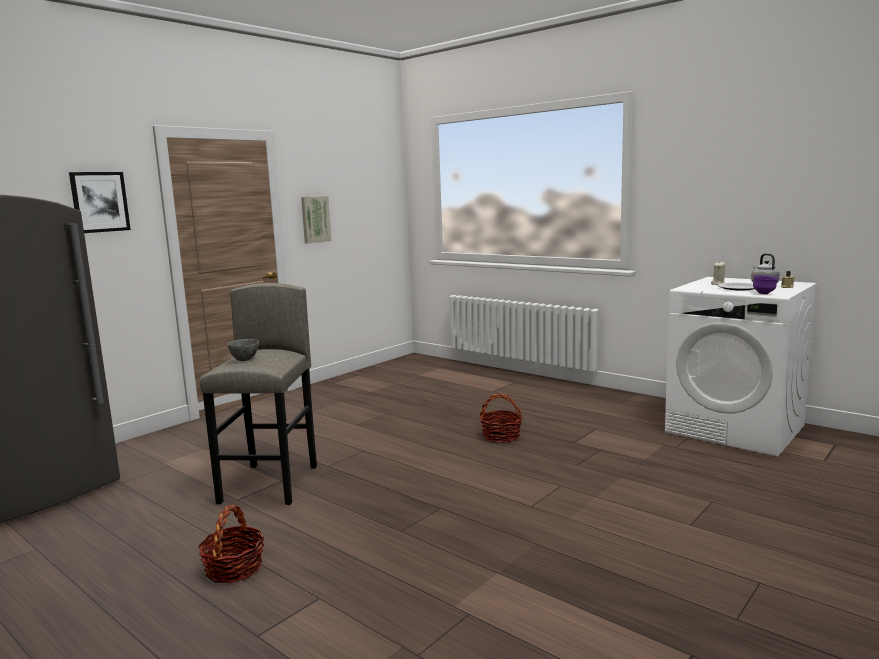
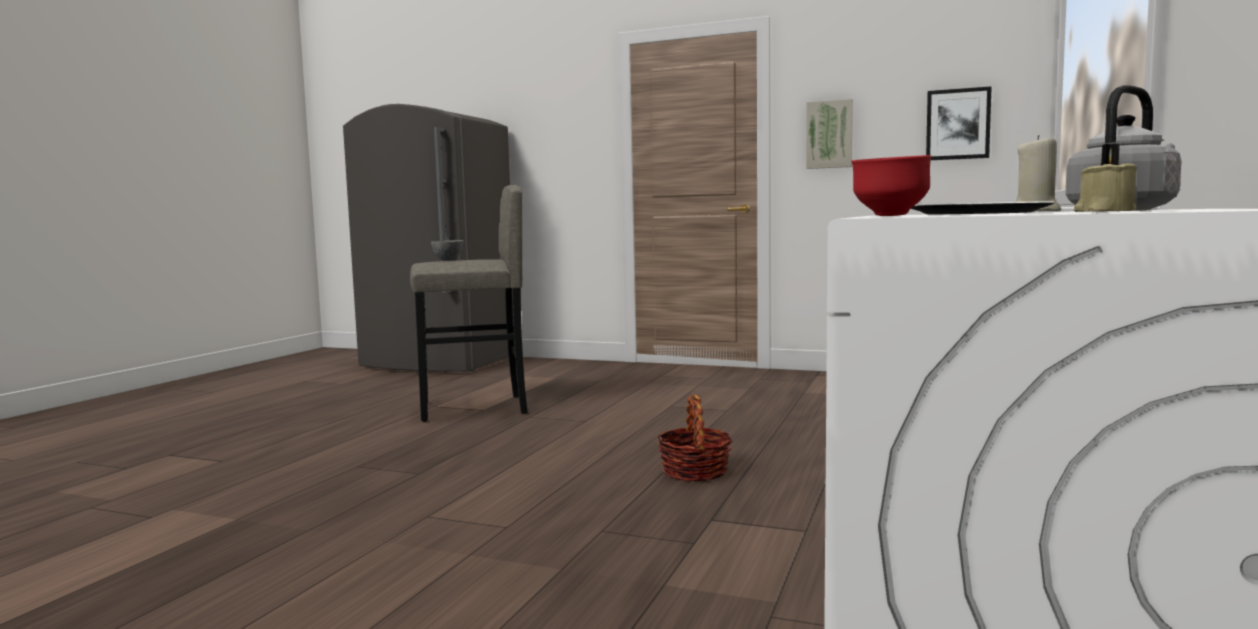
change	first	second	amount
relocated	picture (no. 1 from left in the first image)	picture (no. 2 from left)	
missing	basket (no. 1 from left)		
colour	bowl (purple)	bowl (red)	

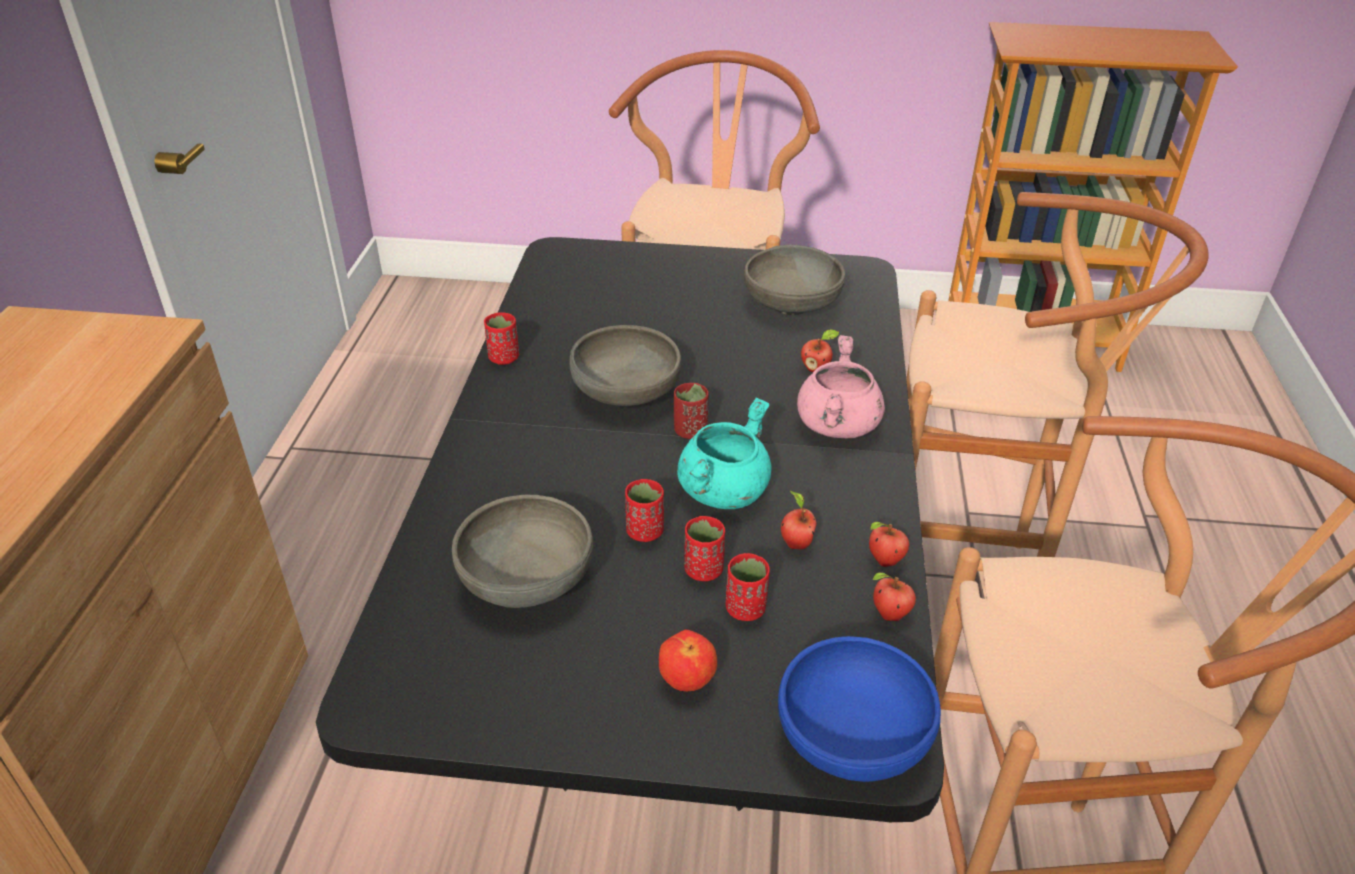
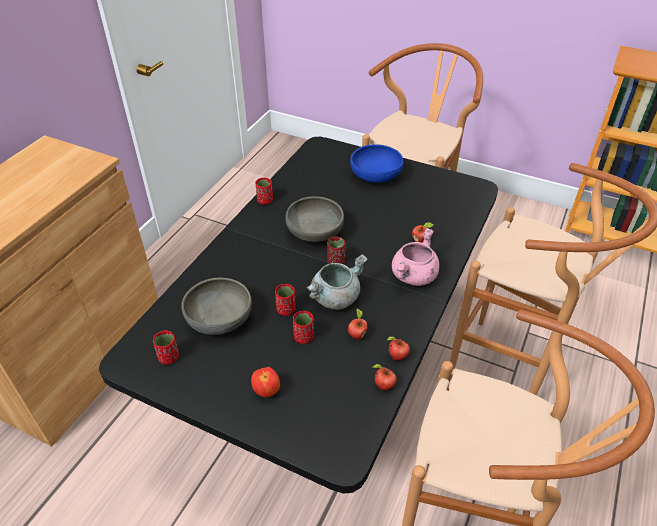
change	first	second	amount
colour	cooking pot (turquoise)	cooking pot (grey)	
relocated	cup (red) (no. 5 from left in the first image)	cup (red) (no. 1 from left)	
missing	bowl (grey) (no. 3 from left)		
relocated	bowl (blue)		

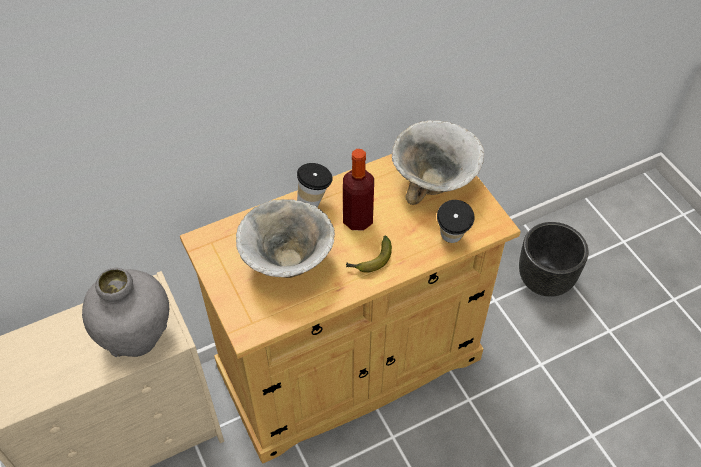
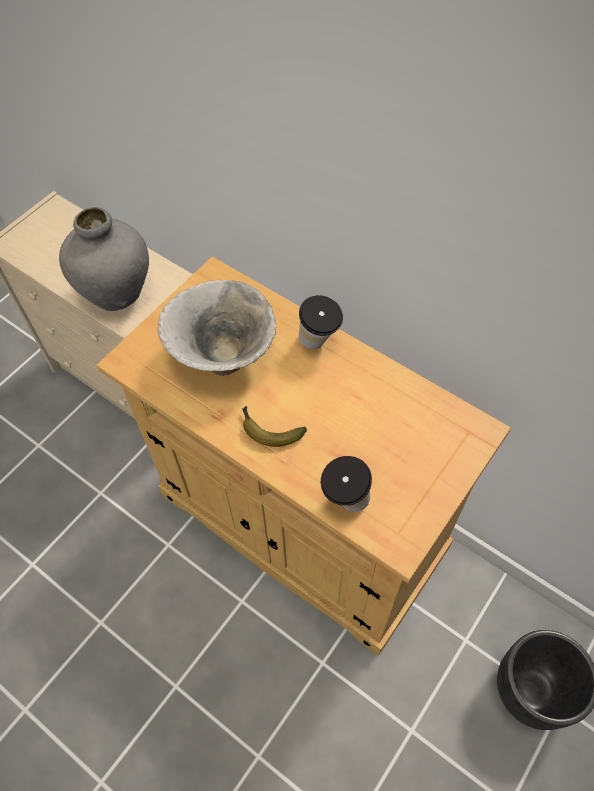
change	first	second	amount
missing	bottle		
missing	bowl (no. 2 from left)		

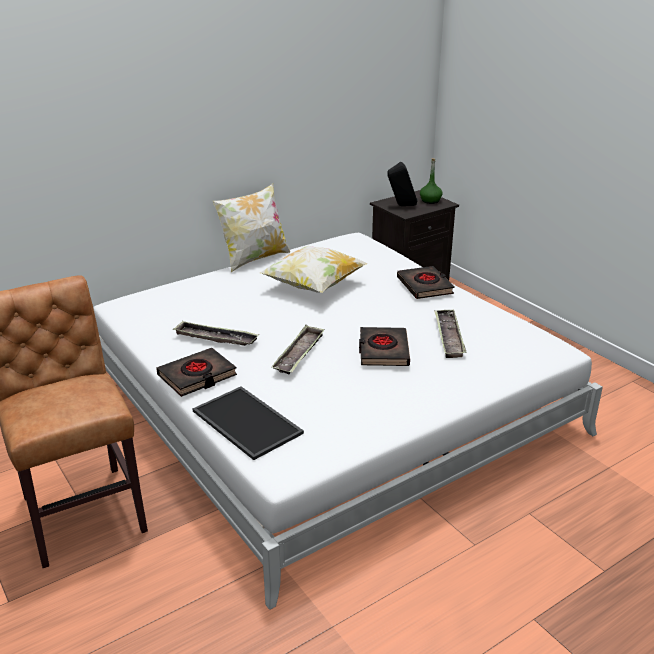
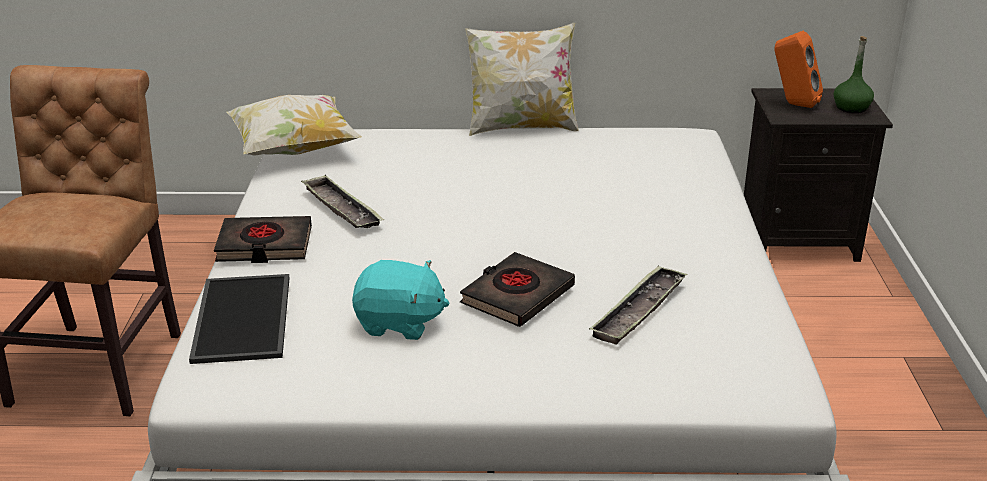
change	first	second	amount
relocated	pillow (no. 2 from left in the first image)	pillow (no. 1 from left)	
missing	tray (no. 3 from left)		
colour	speaker (black)	speaker (orange)	
missing	book (black) (no. 3 from left)		
appeared		plush toy (turquoise)	

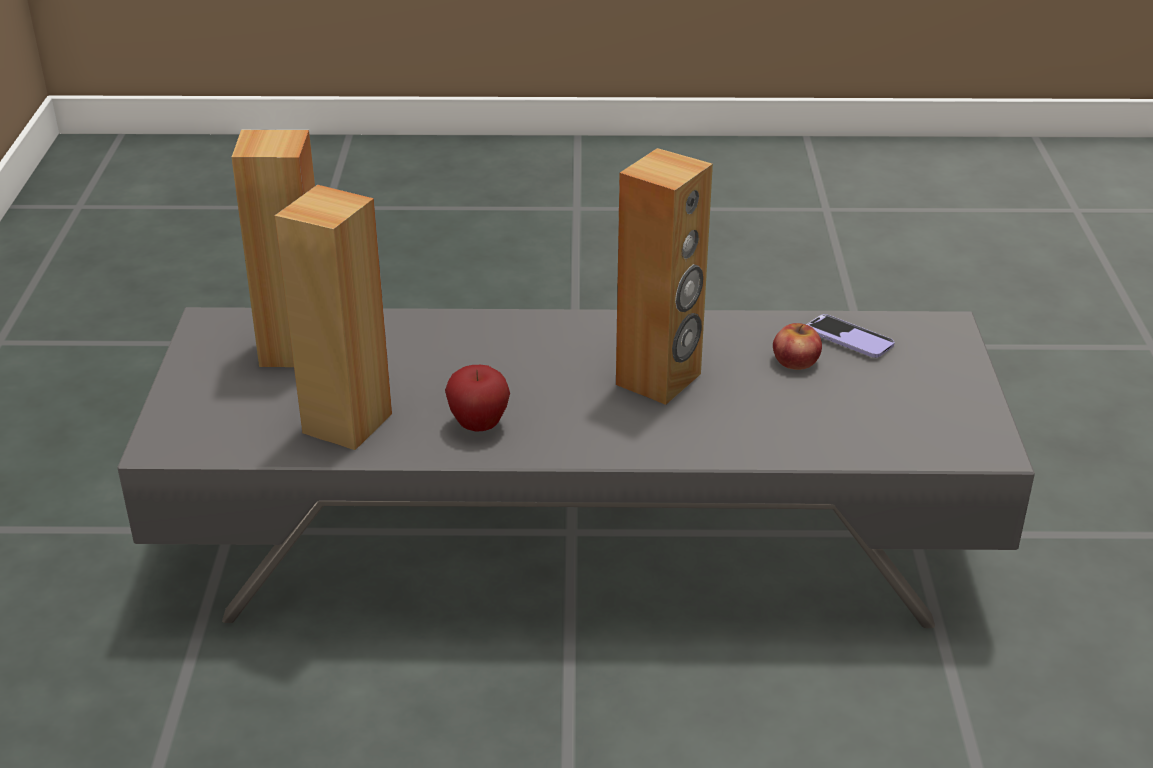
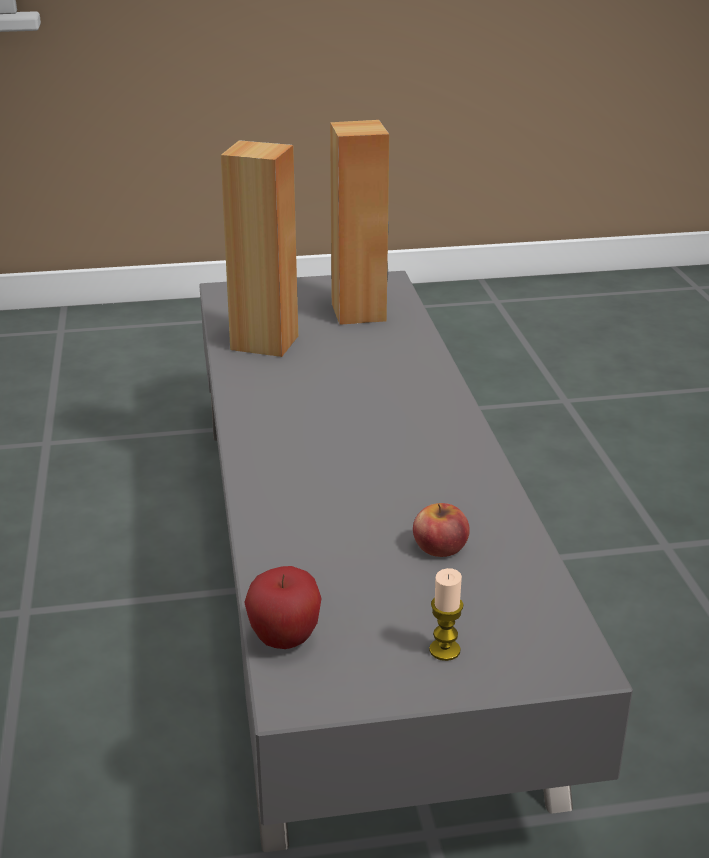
change	first	second	amount
relocated	apple (no. 1 from left)		
missing	speaker (brown) (no. 3 from left)		
missing	phone		
appeared		candle	

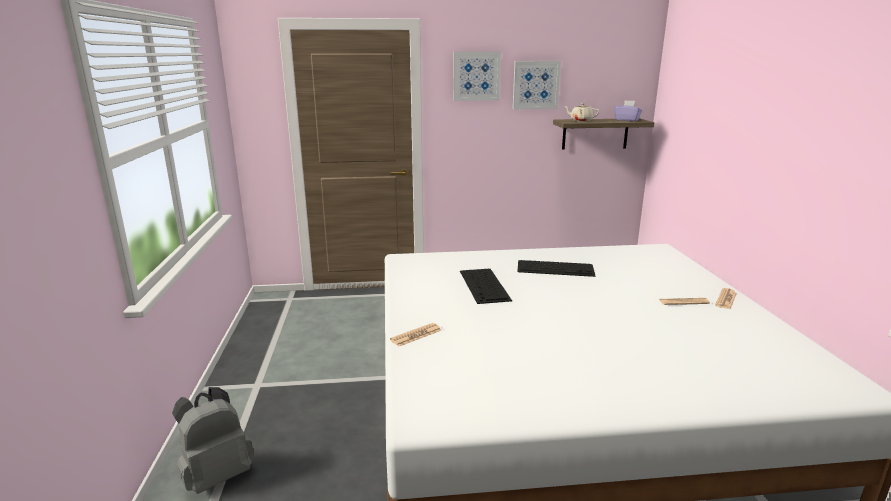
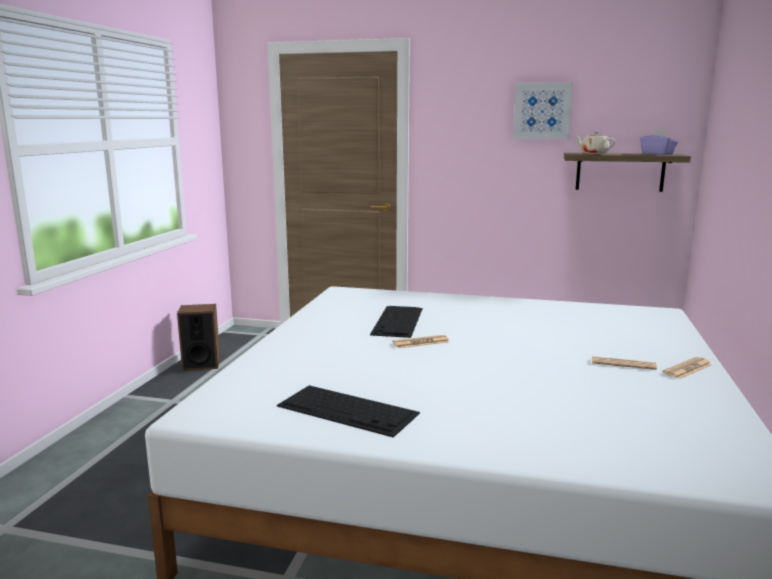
change	first	second	amount
missing	backpack (grey)		
relocated	newspaper (no. 1 from left)		
missing	picture (no. 1 from left)		
relocated	keyboard (no. 2 from left in the first image)	keyboard (no. 1 from left)	
appeared		speaker	

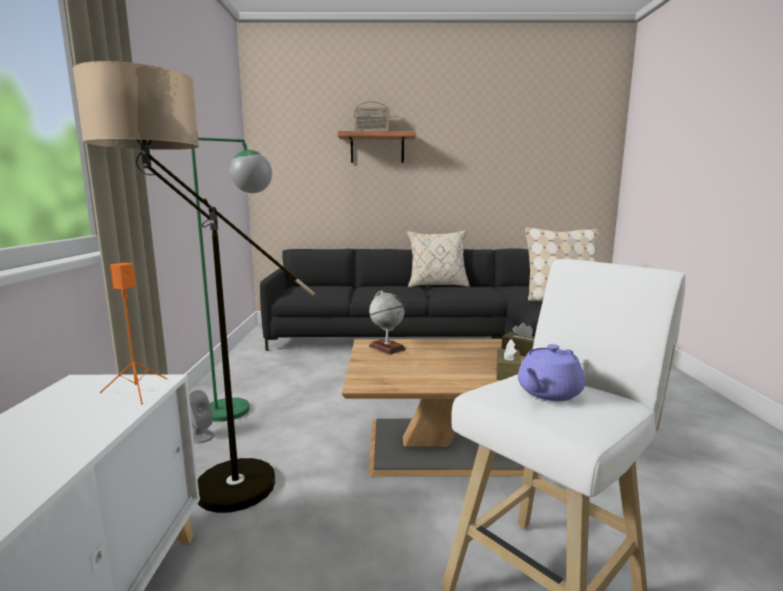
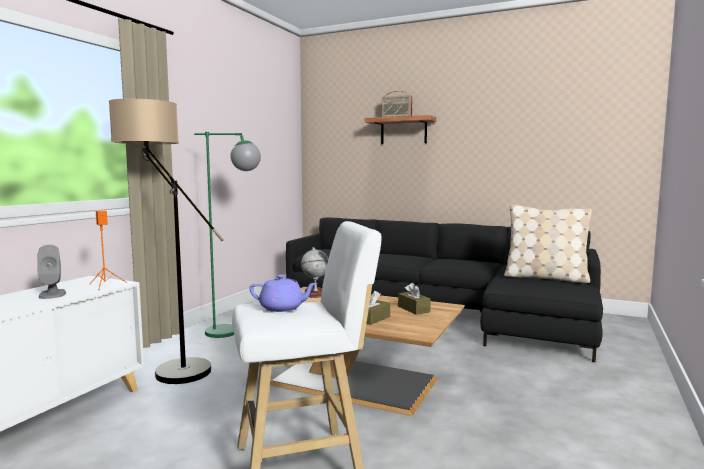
change	first	second	amount
relocated	speaker (grey)		
missing	pillow (beige) (no. 1 from left)		
spun	teapot (purple)		150 degrees counterclockwise

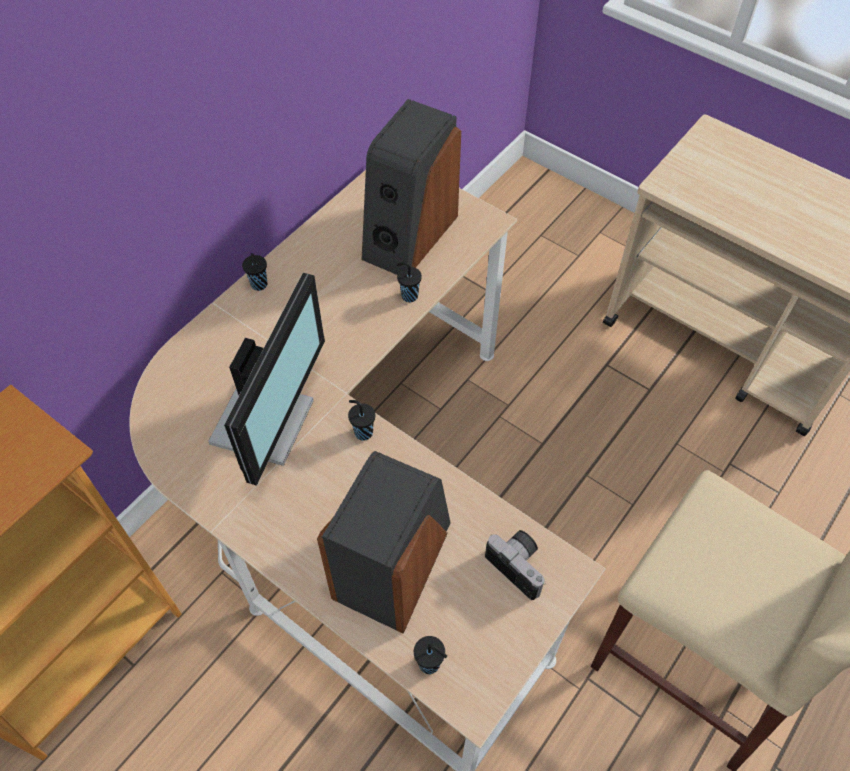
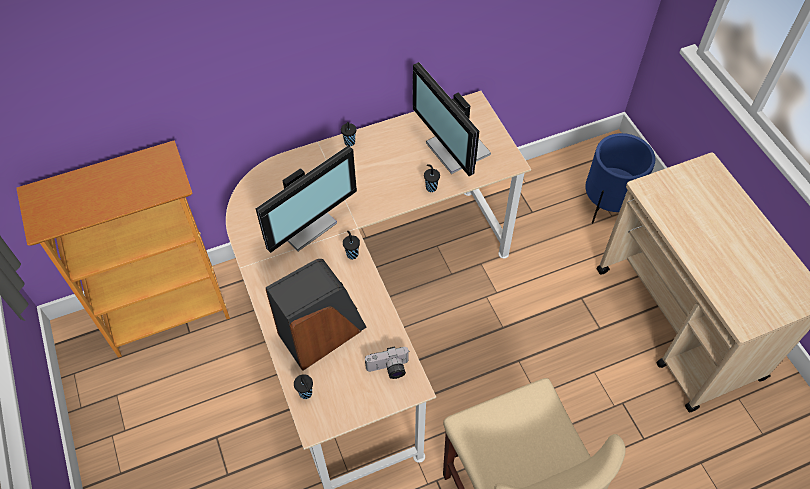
change	first	second	amount
exchanged	speaker (no. 2 from left)	monitor (no. 2 from left)	
spun	photo camera		90 degrees clockwise
appeared		planter (blue)	

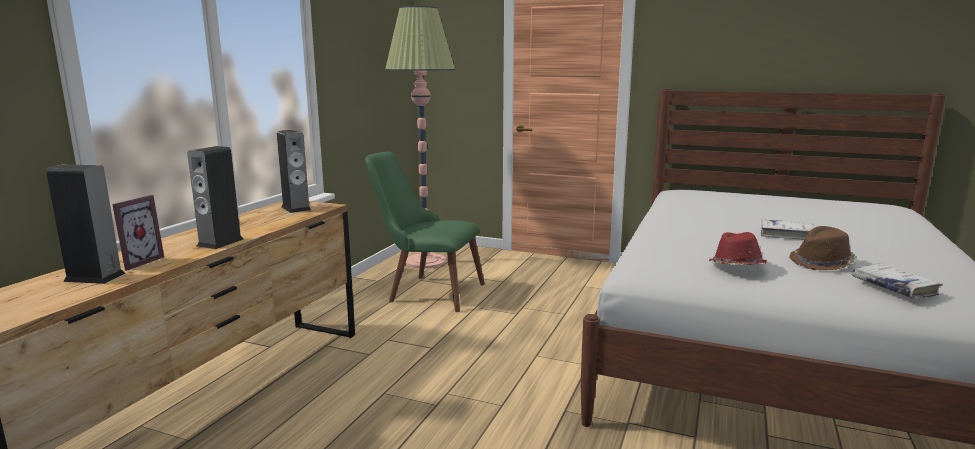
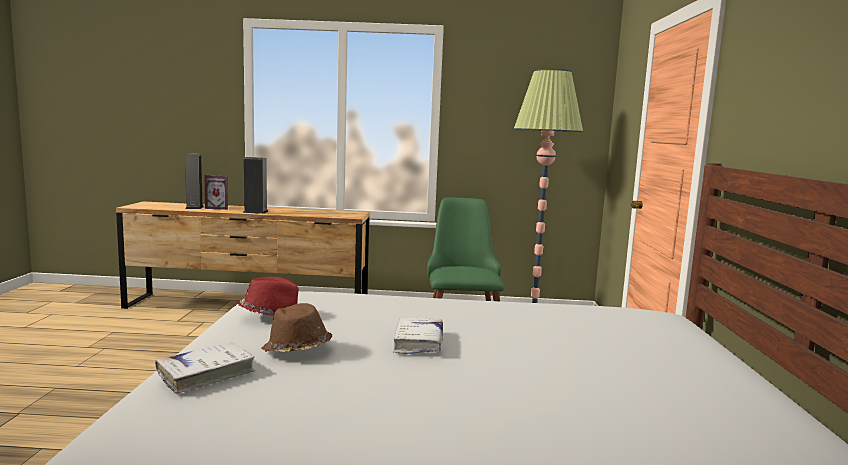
change	first	second	amount
missing	speaker (no. 3 from left)		

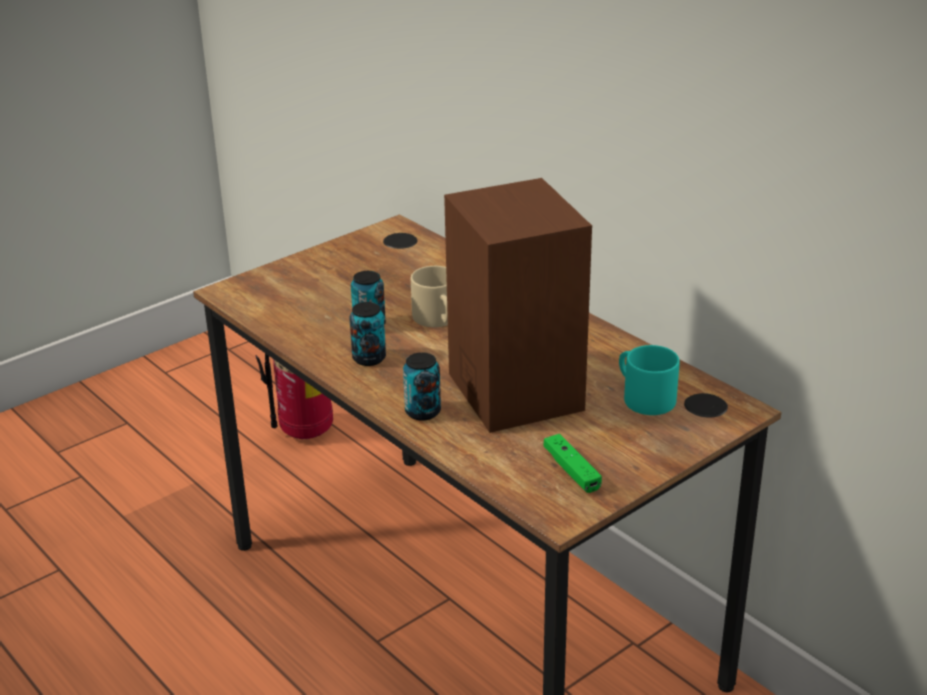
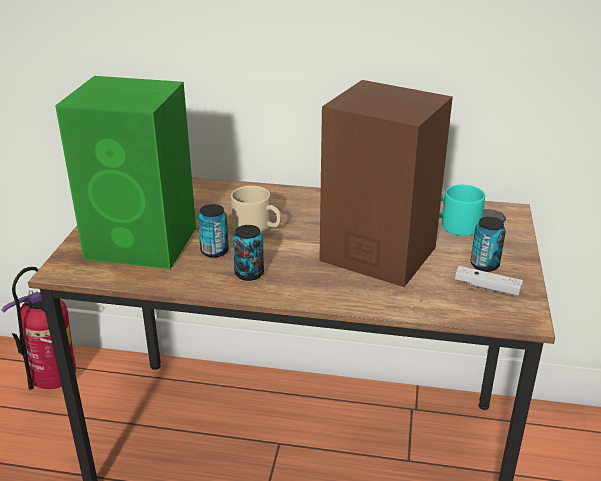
change	first	second	amount
relocated	can (no. 3 from left)		
colour	game controller (green)	game controller (white)	
appeared		speaker (green)	

